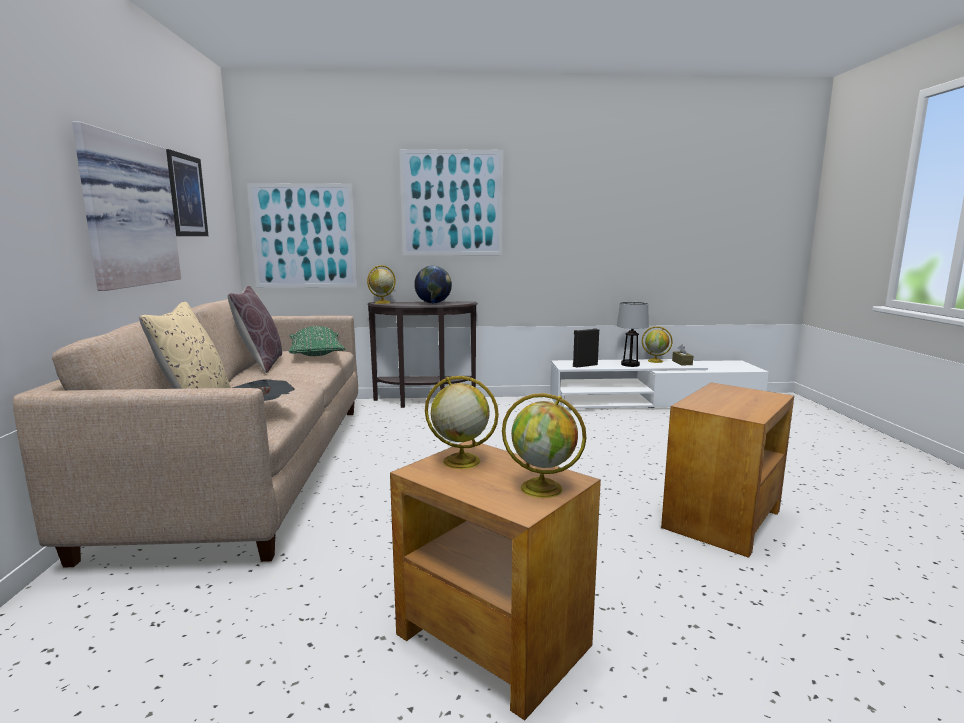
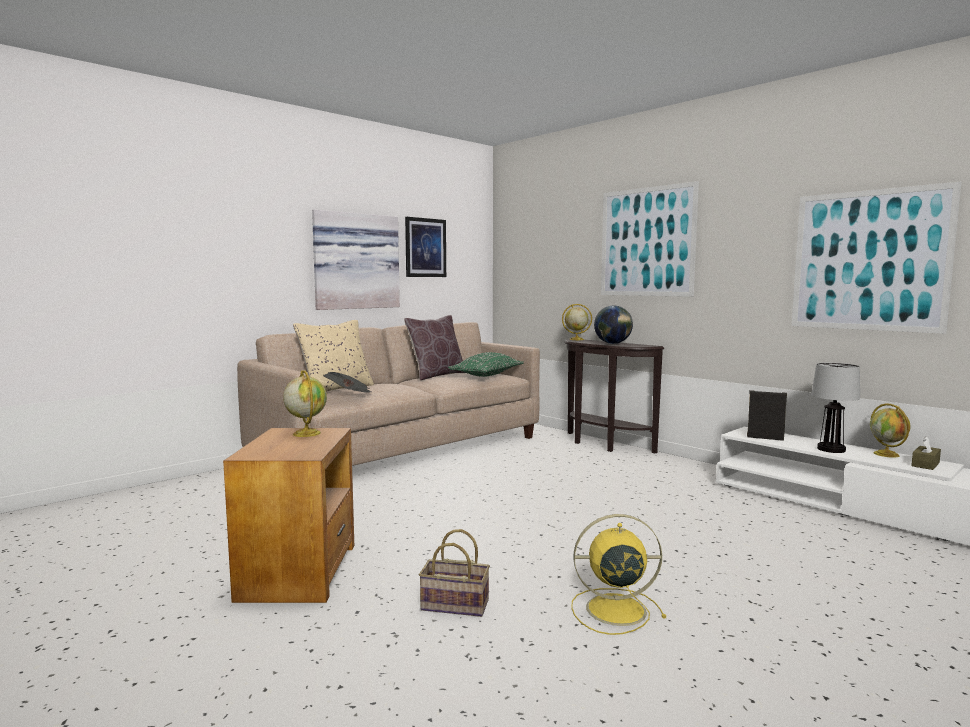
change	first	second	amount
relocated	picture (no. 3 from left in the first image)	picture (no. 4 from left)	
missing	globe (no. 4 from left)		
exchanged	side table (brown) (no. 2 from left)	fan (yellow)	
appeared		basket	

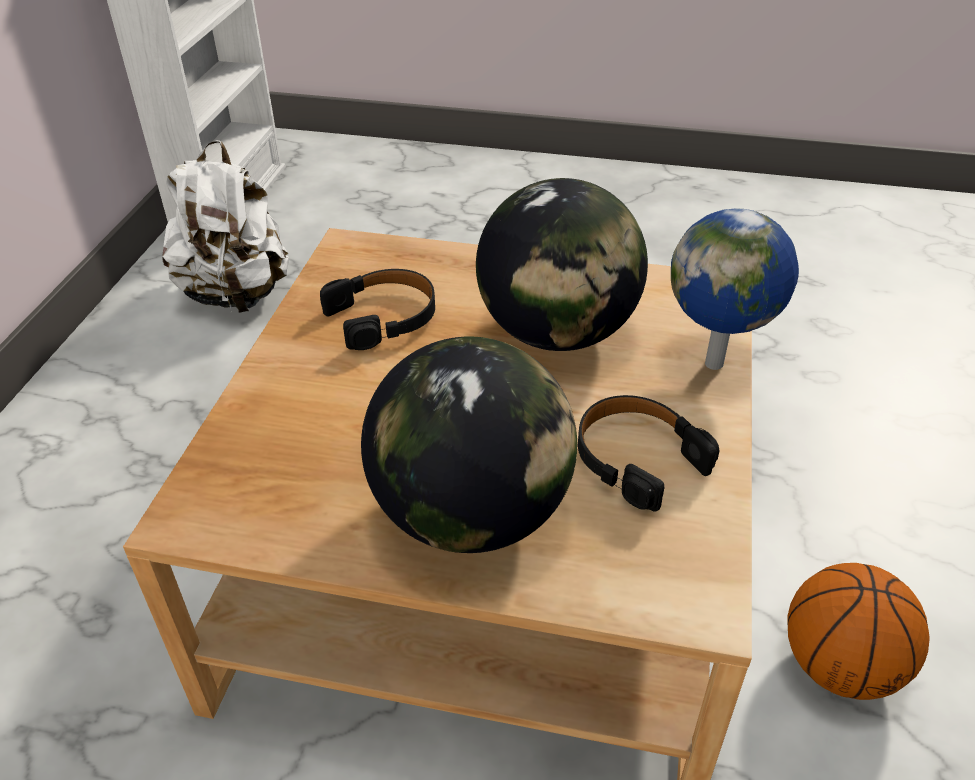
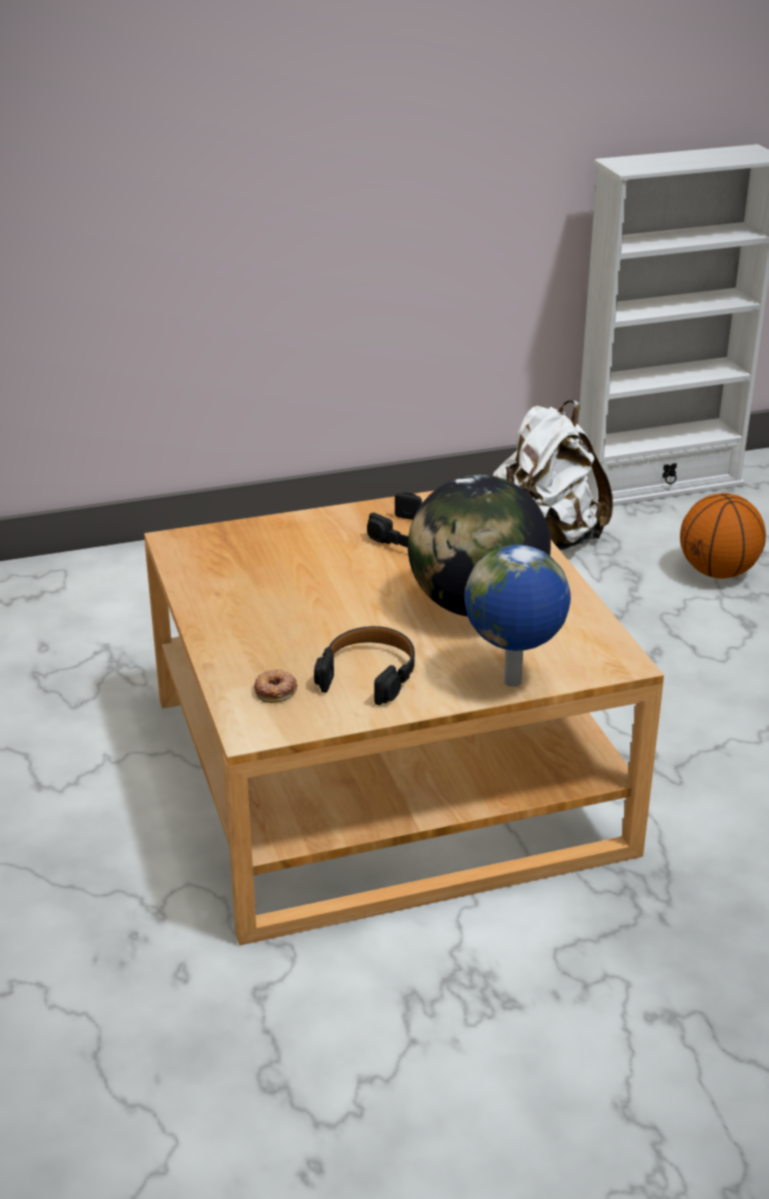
change	first	second	amount
missing	globe (no. 1 from left)		
relocated	basketball		
appeared		donut	

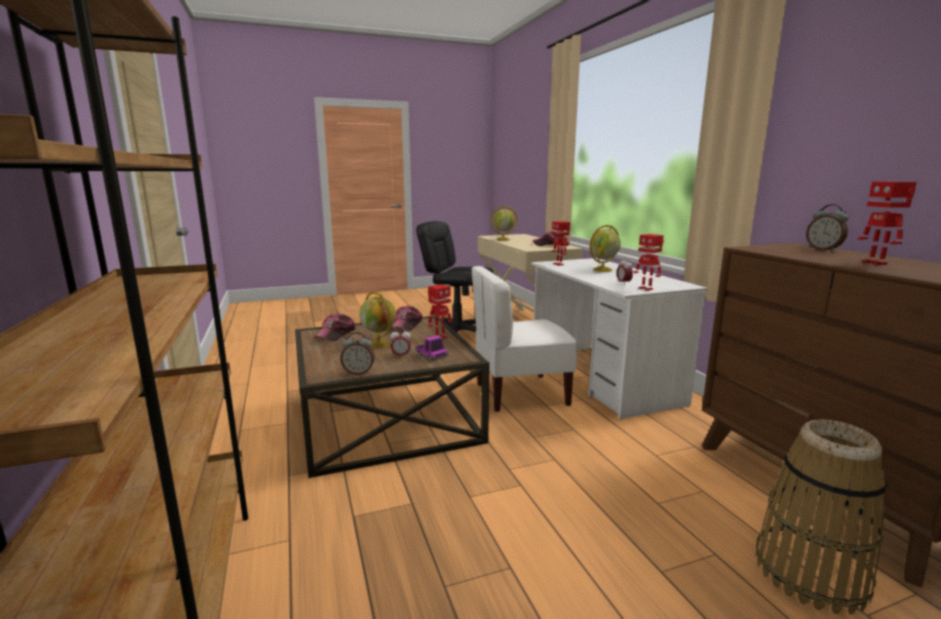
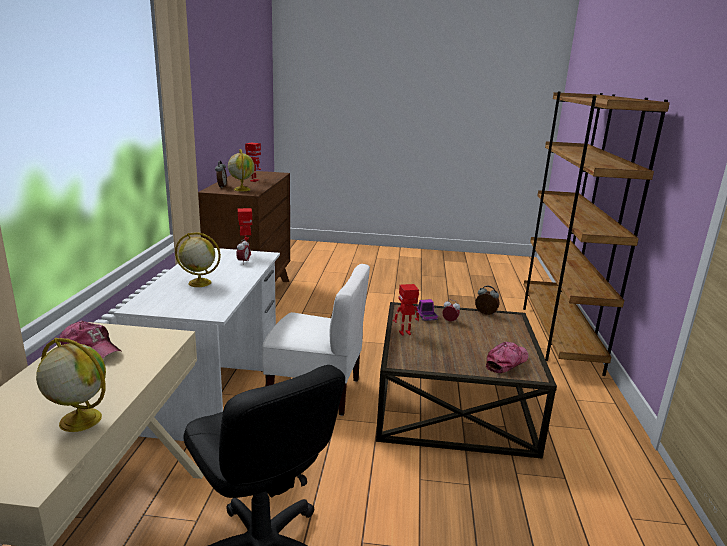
change	first	second	amount
relocated	globe (no. 1 from left in the first image)	globe (no. 3 from left)	
missing	cap (no. 2 from left)		
missing	toy robot (no. 2 from left)		
missing	basket		

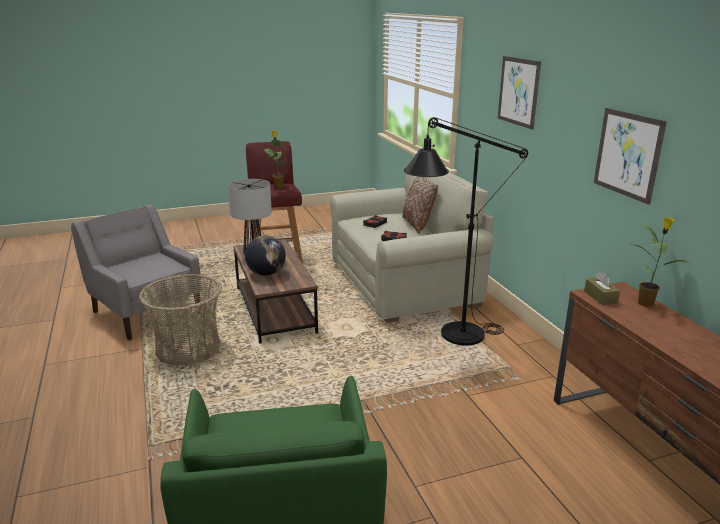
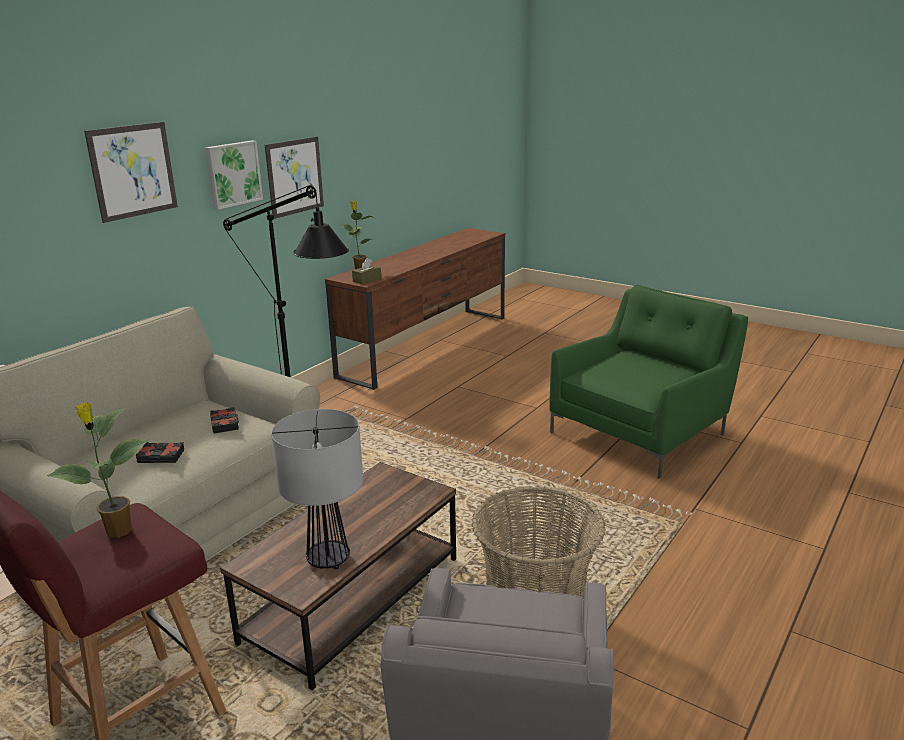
change	first	second	amount
missing	globe		
missing	pillow (brown)		
appeared		picture (no. 2 from left)	

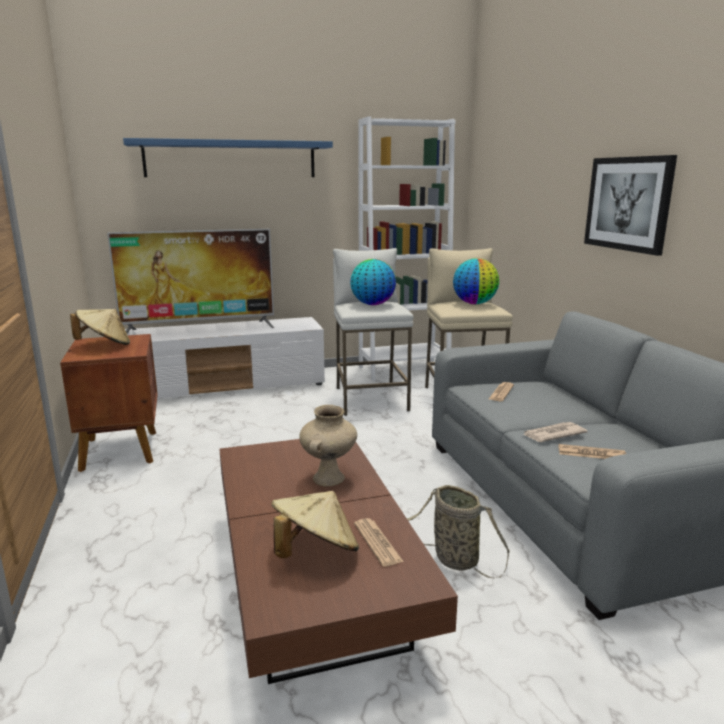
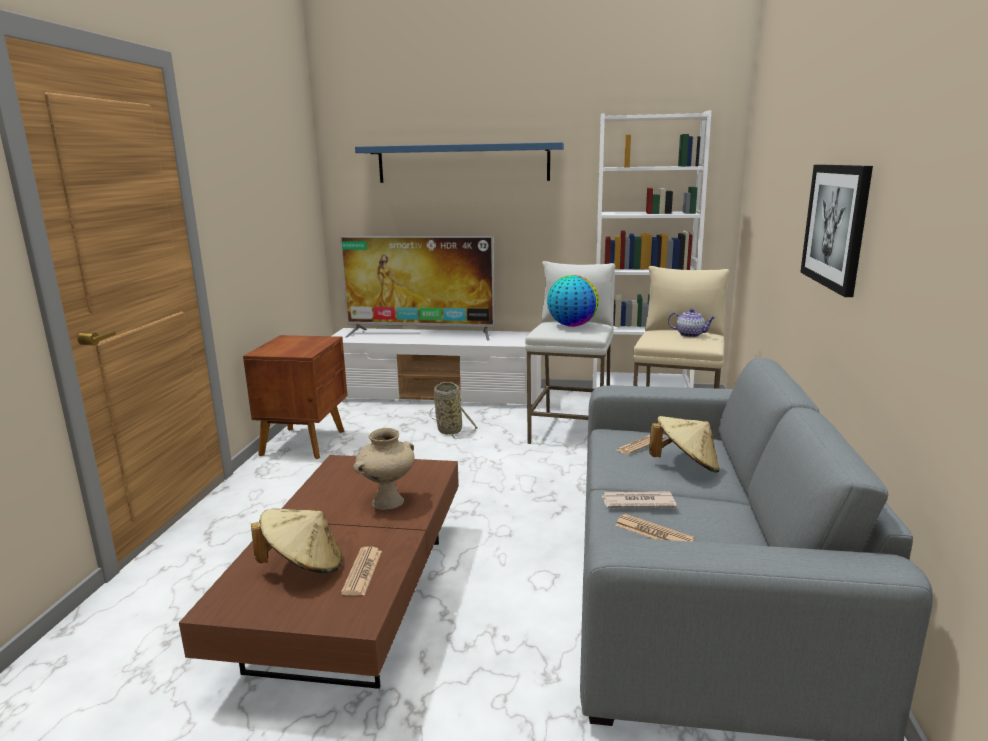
change	first	second	amount
relocated	hat (beige) (no. 1 from left in the first image)	hat (beige) (no. 2 from left)	
relocated	basket		
exchanged	globe (no. 2 from left)	teapot	

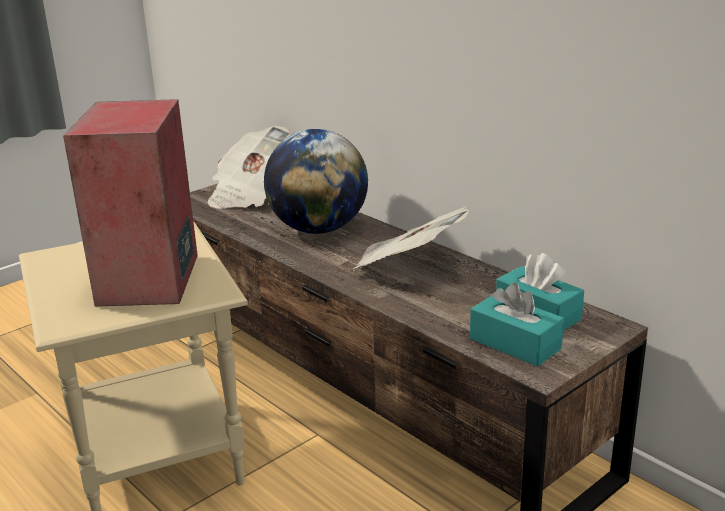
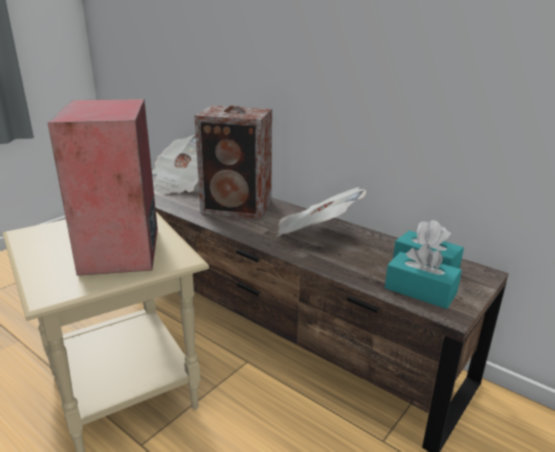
change	first	second	amount
exchanged	globe	speaker (no. 2 from left)	

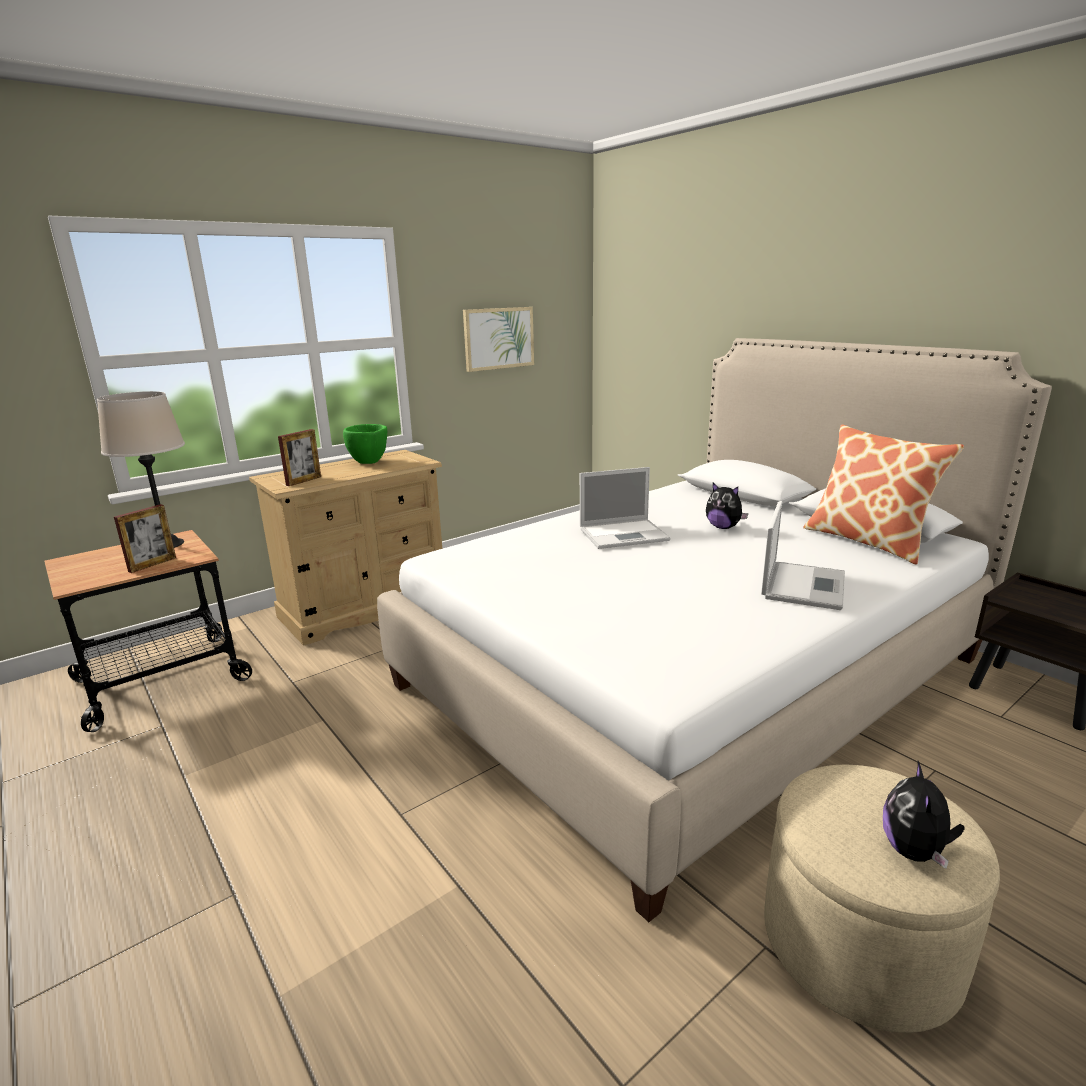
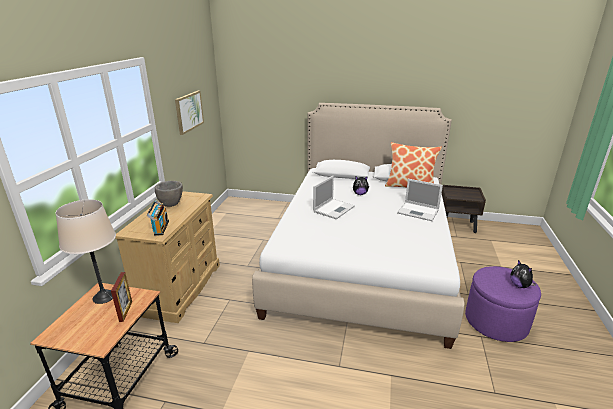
change	first	second	amount
exchanged	picture frame (no. 2 from left)	radio	
colour	bowl (green)	bowl (grey)	
spun	laptop (no. 2 from left)		135 degrees clockwise
colour	ottoman (beige)	ottoman (purple)	

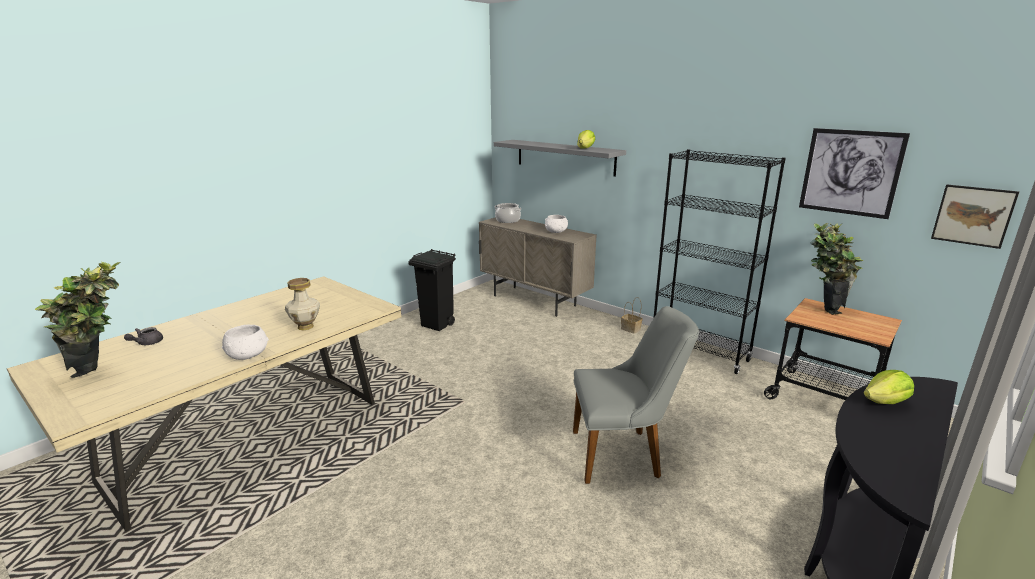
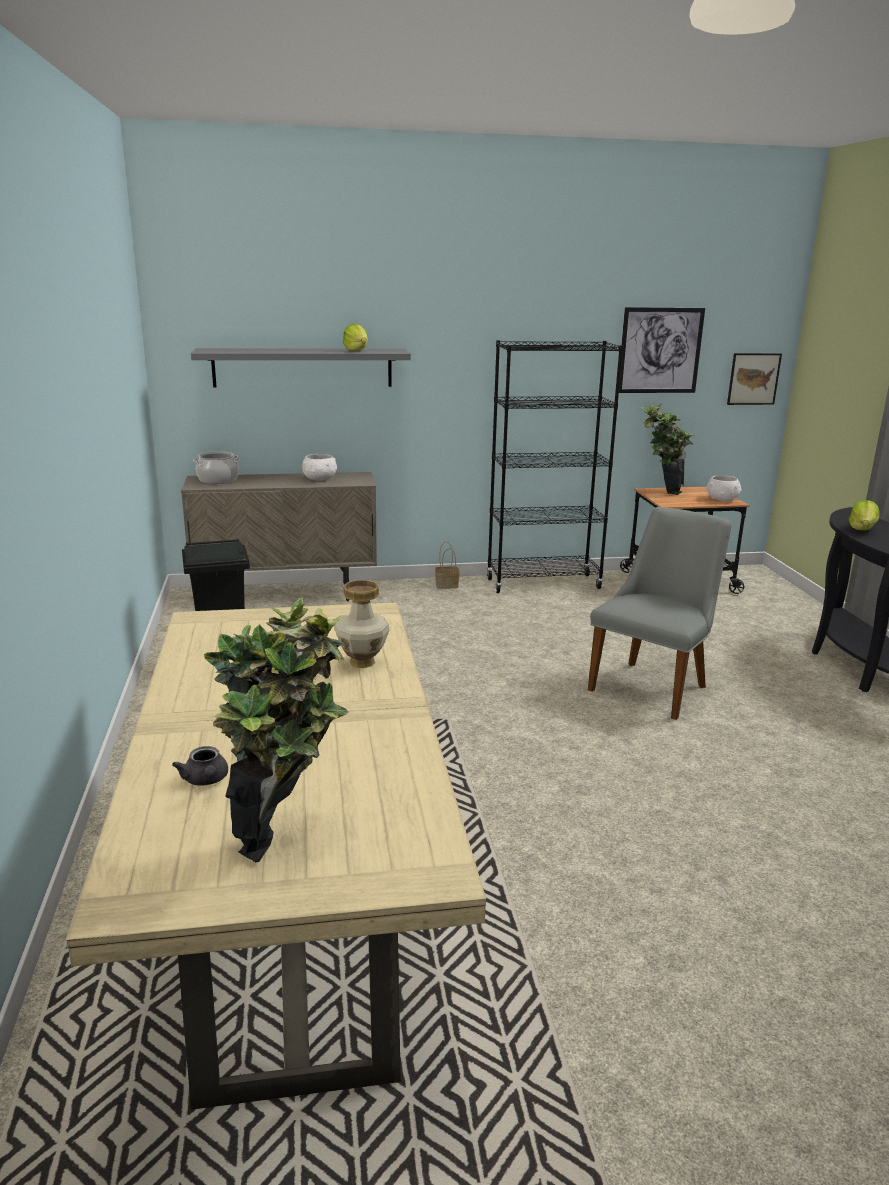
change	first	second	amount
relocated	bowl (white) (no. 1 from left in the first image)	bowl (white) (no. 2 from left)	

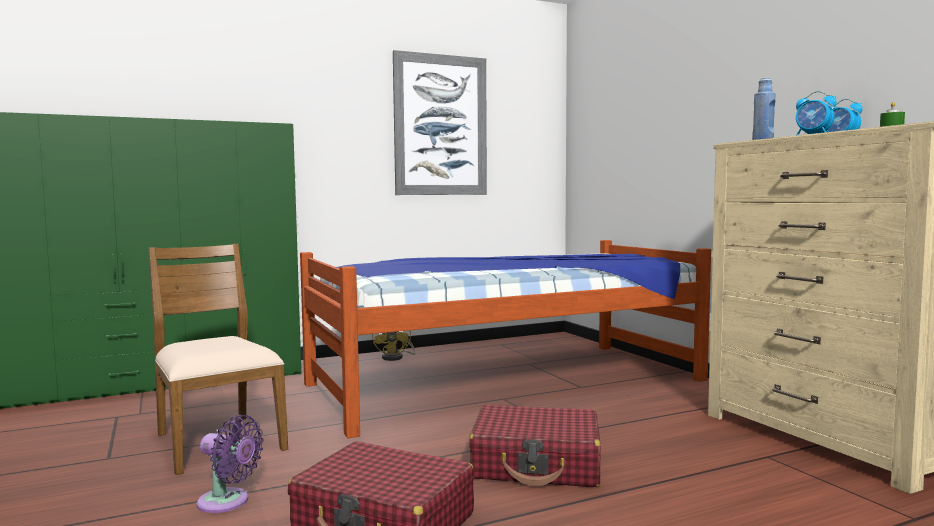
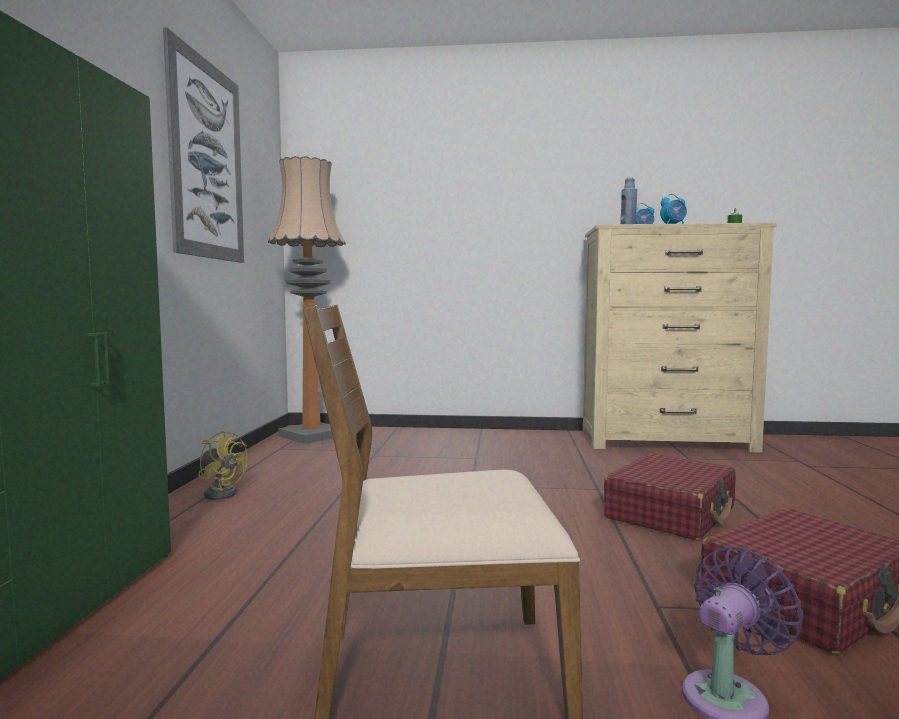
change	first	second	amount
missing	bed		
appeared		floor lamp	

